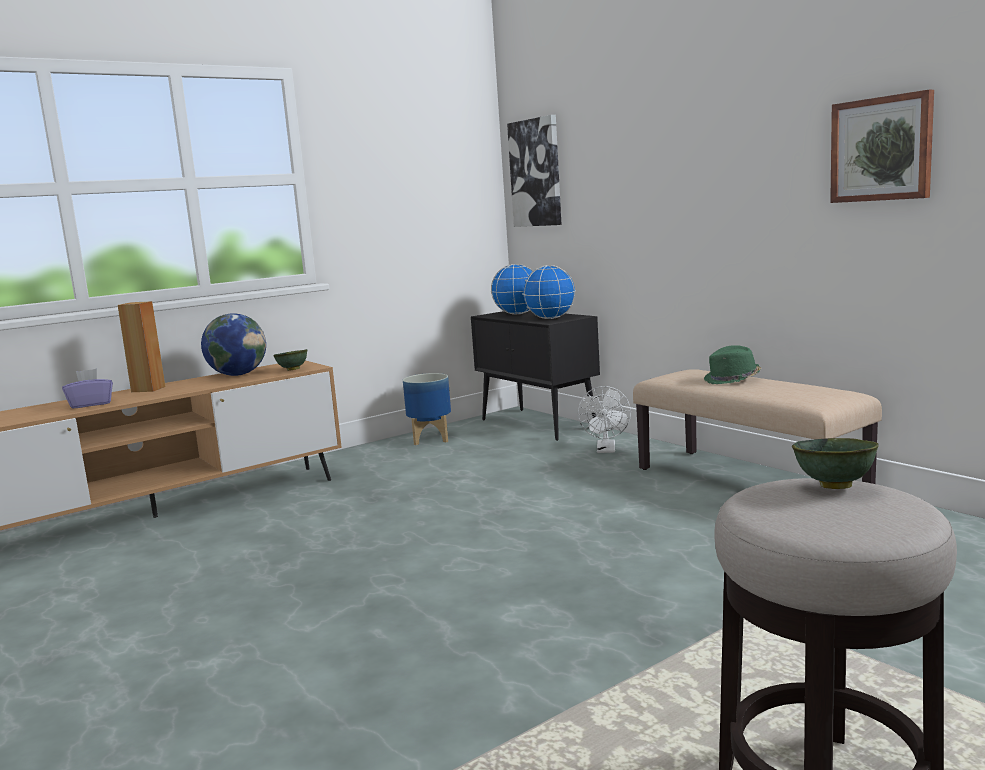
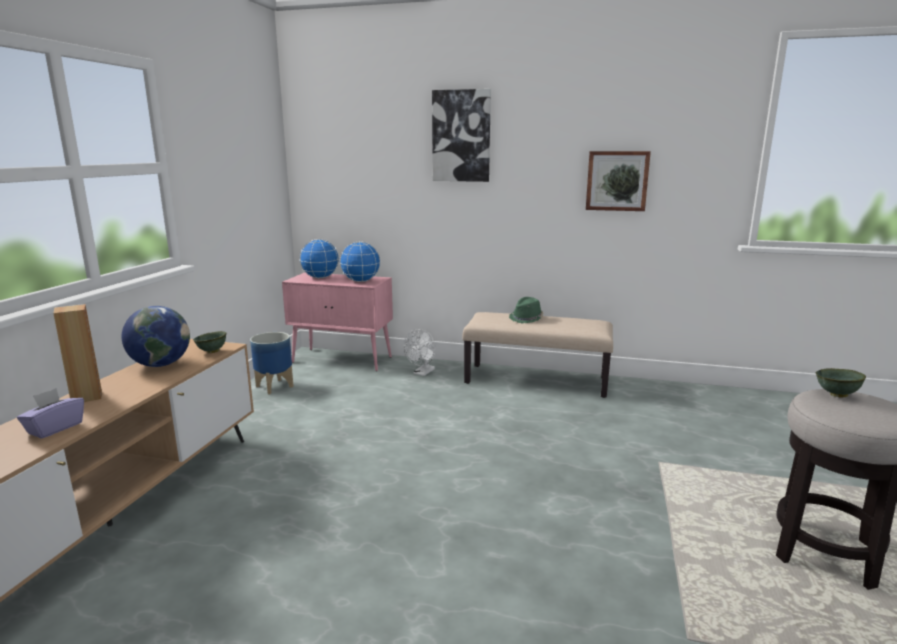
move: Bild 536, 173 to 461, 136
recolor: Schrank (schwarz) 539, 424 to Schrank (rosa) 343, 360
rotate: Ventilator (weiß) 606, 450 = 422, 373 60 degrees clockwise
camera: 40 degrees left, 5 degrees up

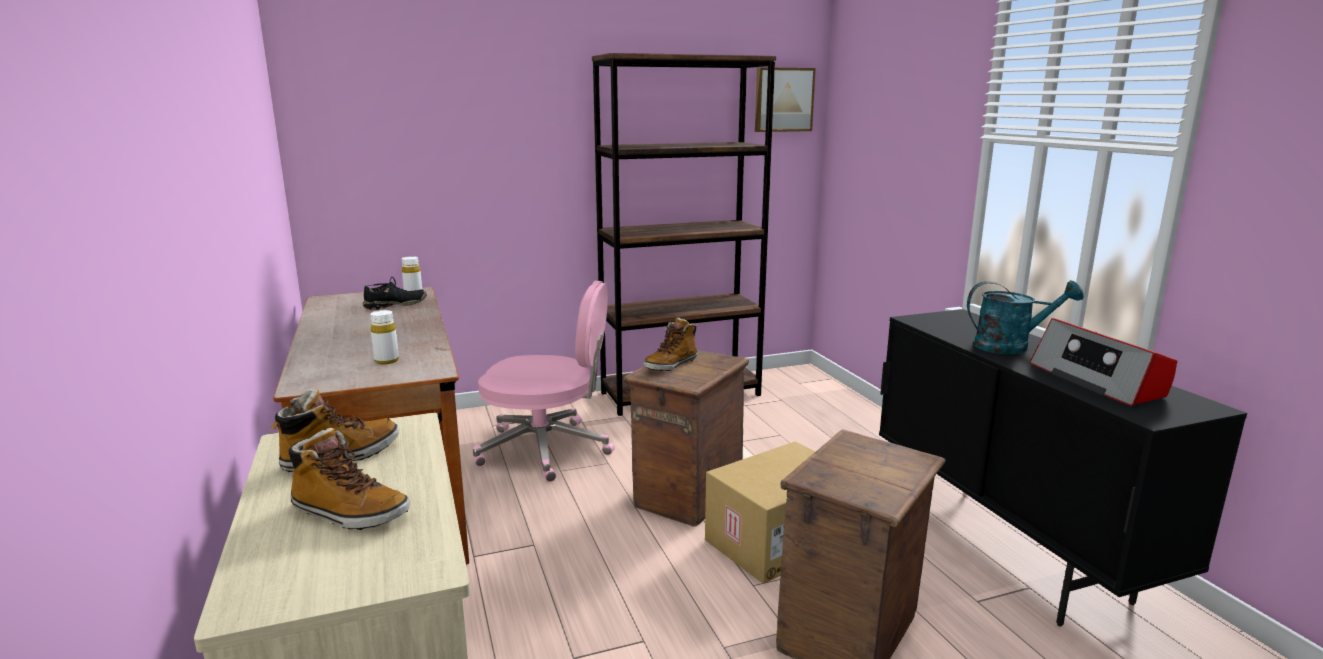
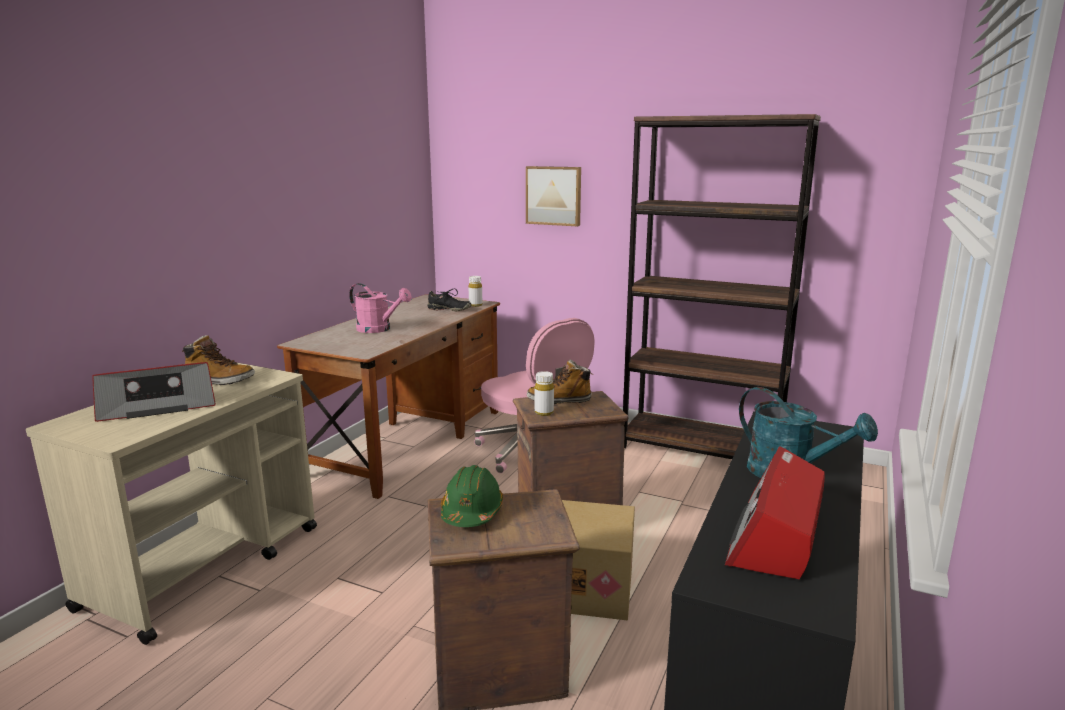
insert: Gießkanne (rosa) 379, 329; Schutzhelm (grün) 471, 512
move: Bild 783, 100 to 554, 195; Flasche (weiß) 386, 361 to 544, 412
replace: Stiefel 349, 514 to Radio 159, 406
camera: 45 degrees right, 0 degrees up

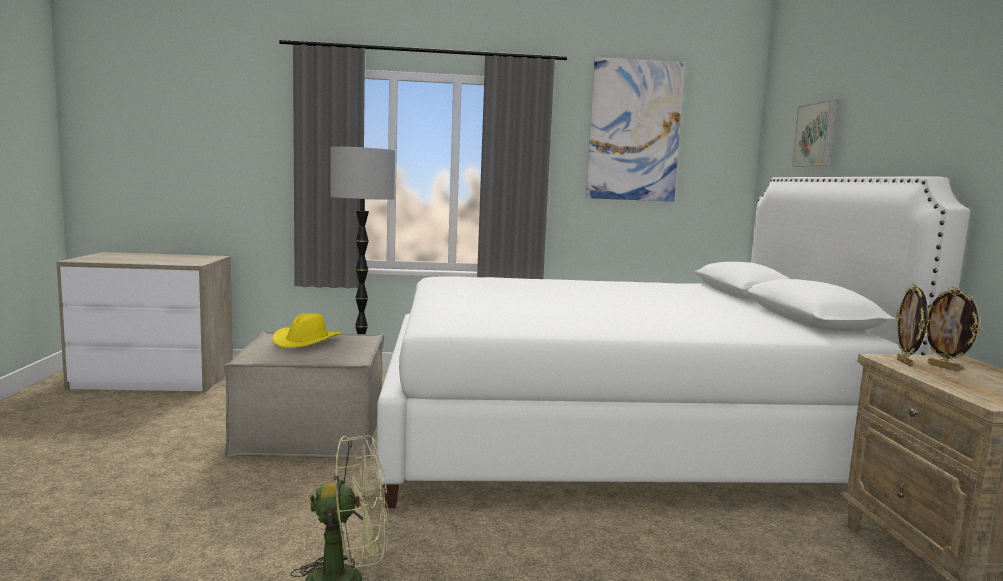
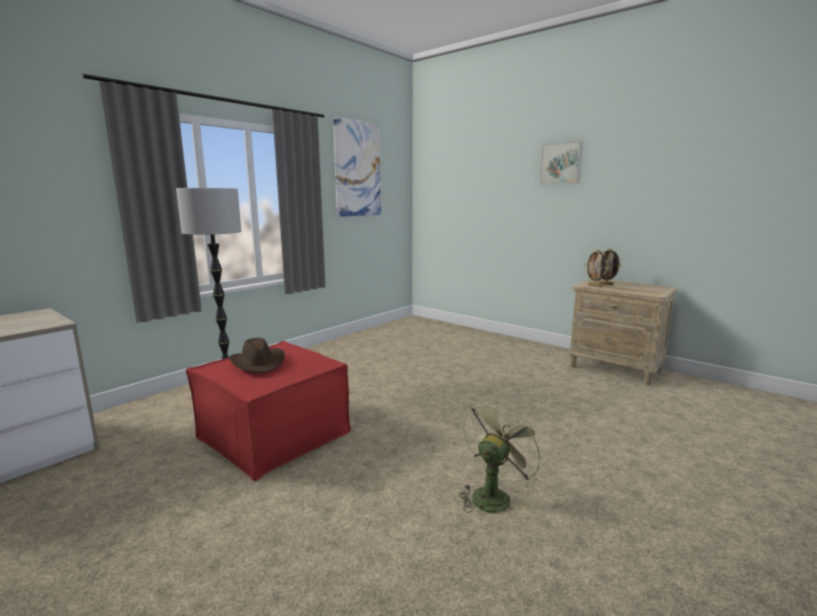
delete: Bett (weiß) 613, 436
move: Bild 817, 135 to 561, 163
recolor: Hut (gelb) 306, 341 to Hut (braun) 258, 363; Polsterhocker (beige) 312, 433 to Polsterhocker (rot) 274, 435
camera: 45 degrees left, 5 degrees up

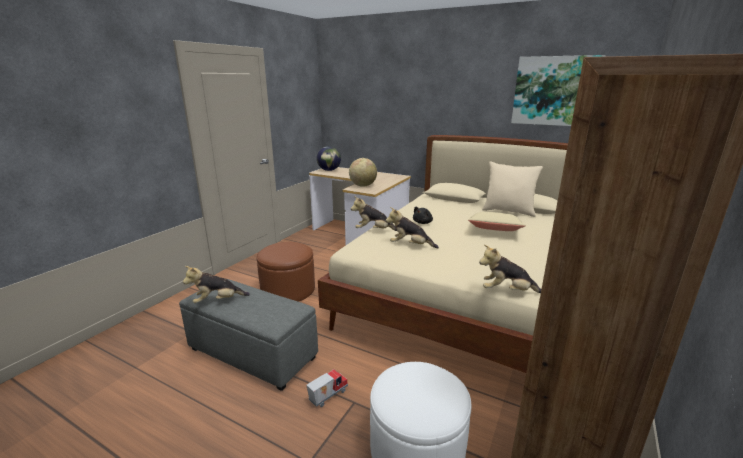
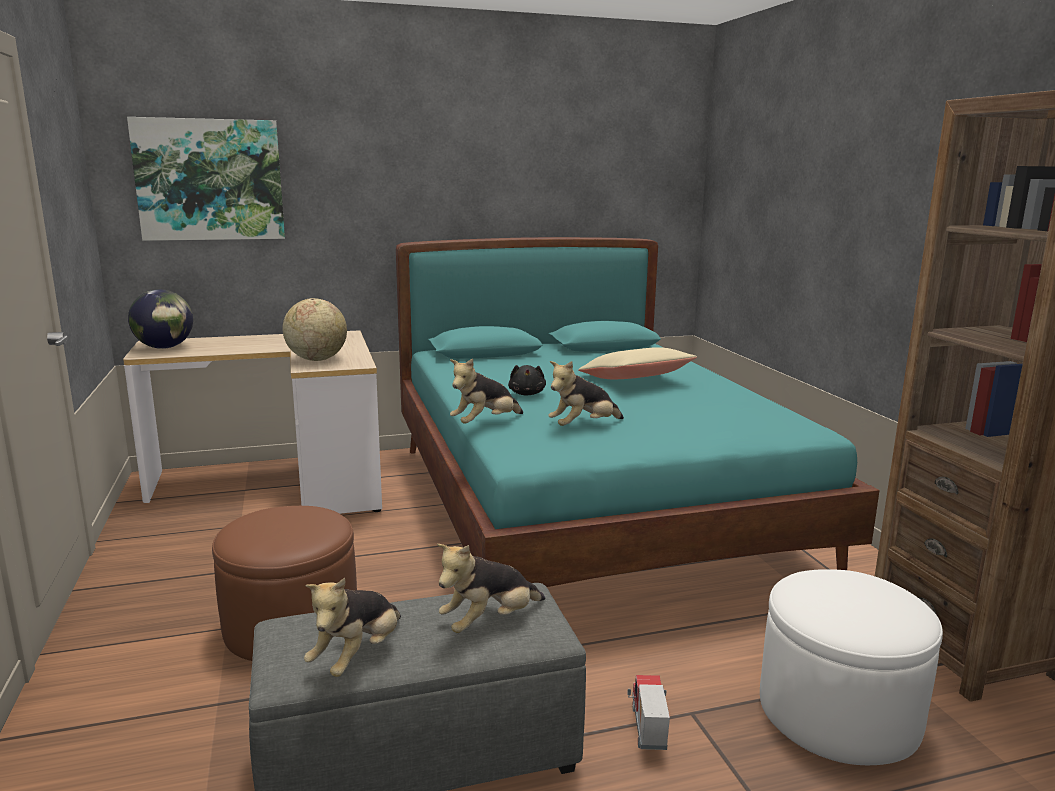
delete: Kissen (beige) 508, 211
move: Bild 555, 91 to 210, 180; Plüschtier 506, 291 to 489, 622
recolor: Bett (beige) 463, 295 to Bett (türkis) 588, 509
camera: 45 degrees left, 5 degrees down

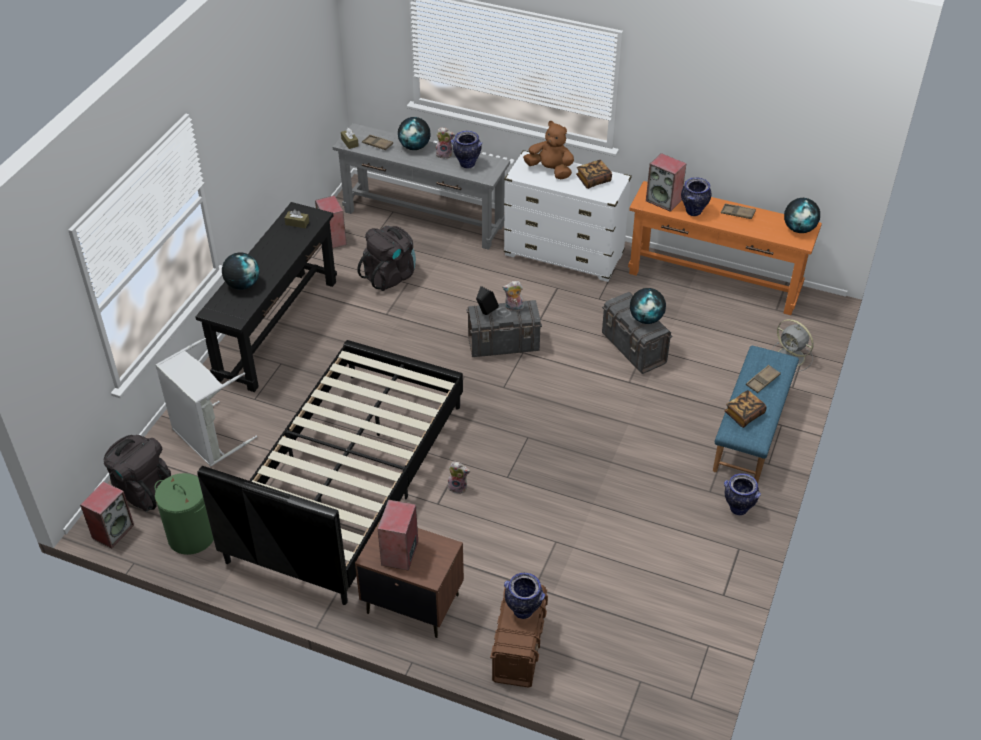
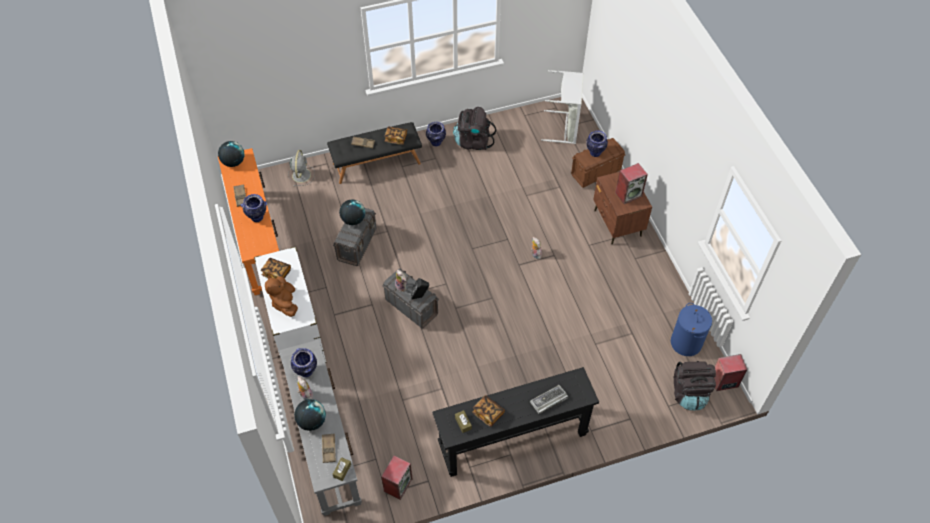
delete: Lautsprecher 664, 200; Bett (schwarz) 348, 480
insert: Buch 488, 413
move: Rucksack (schwarz) 390, 276 to 473, 141; Wäschekorb (grau) 207, 438 to 565, 128
replace: Globus 243, 285 to Tastatur 548, 401
recolor: Bank (blau) 752, 431 to Bank (schwarz) 376, 163; Wäschekorb (grün) 191, 536 to Wäschekorb (blau) 686, 343
camera: 130 degrees left, 10 degrees up

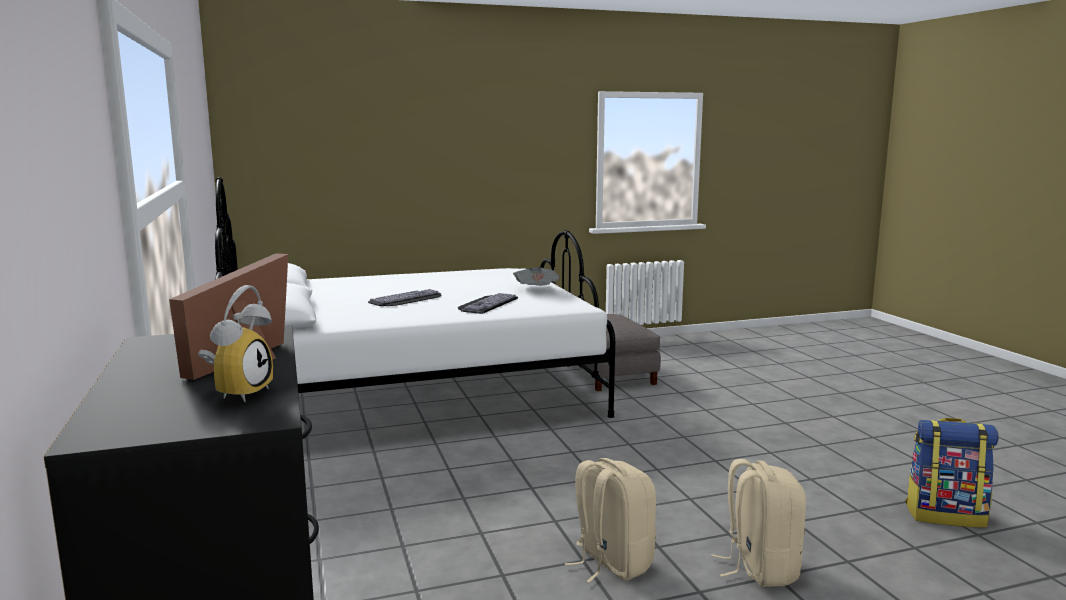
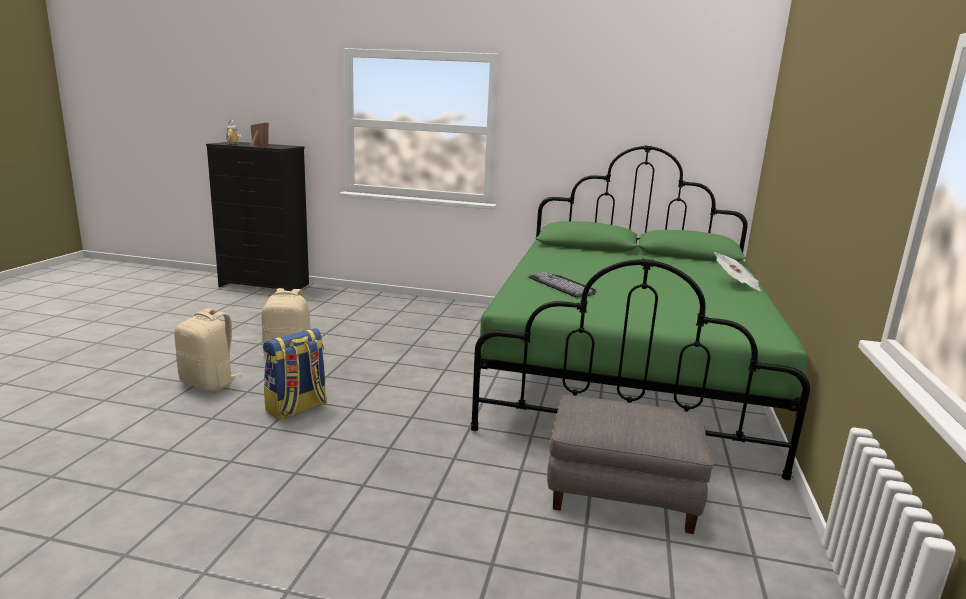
delete: Tastatur 407, 299
move: Zeitung 537, 290 to 736, 284; Rucksack 945, 515 to 297, 408
recolor: Bett (weiß) 412, 395 to Bett (grün) 625, 373
camera: 120 degrees right, 5 degrees up

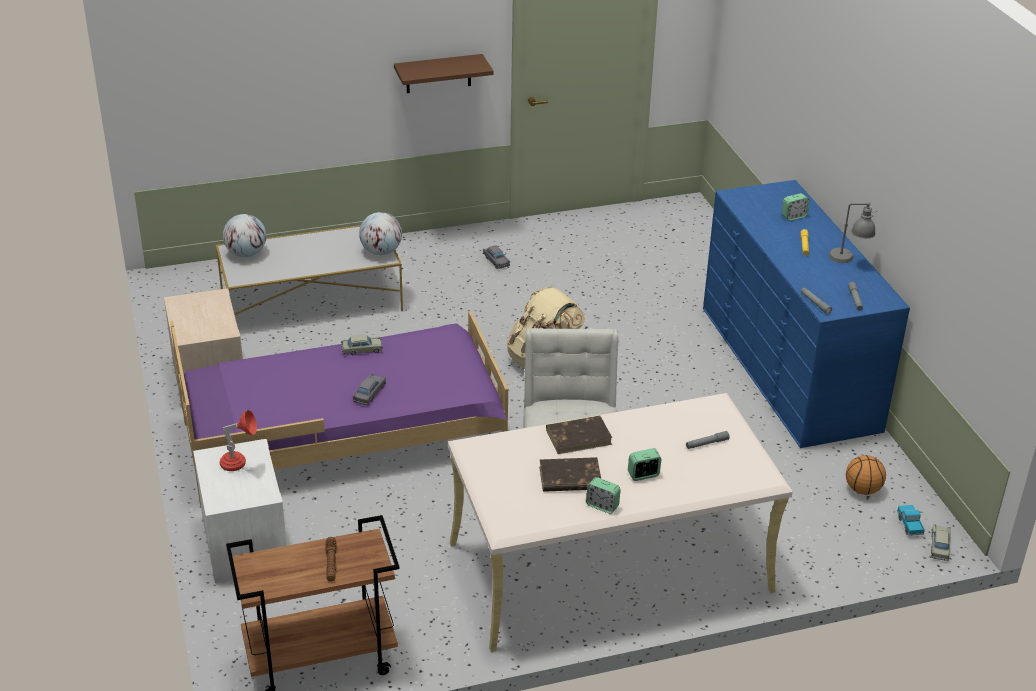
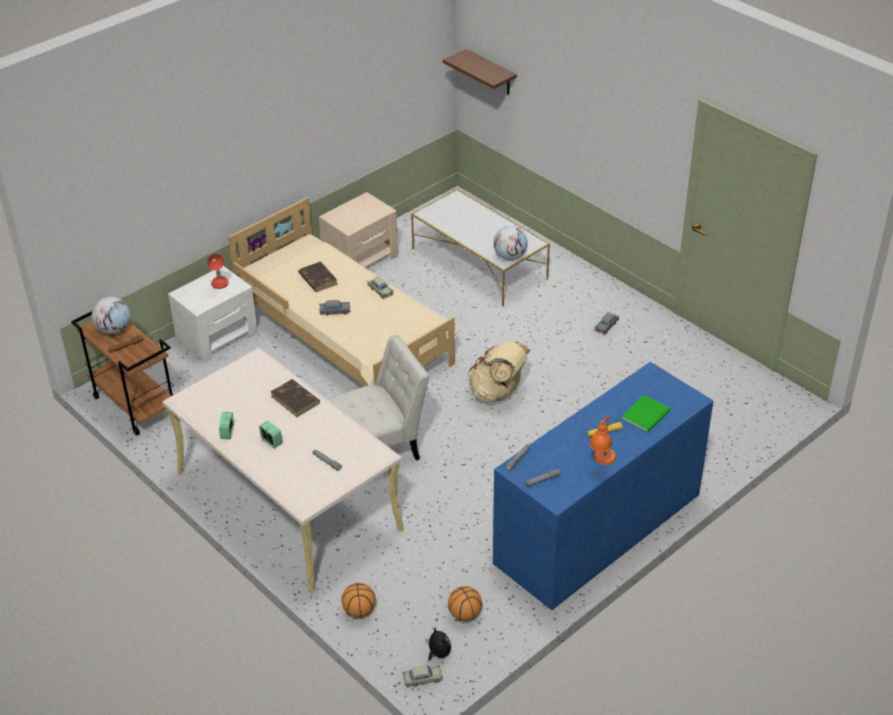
insert: Basketball 359, 611
move: Wandregal (braun) 438, 73 to 490, 73; Globus 246, 254 to 114, 330; Buch (braun) 569, 478 to 317, 279
replace: Wecker 794, 216 to Buch (grün) 647, 414; Spielzeuglaster 909, 525 to Plüschtier 438, 654
recolor: Tischlampe (grau) 849, 261 to Tischlampe (orange) 602, 463; Bett (lila) 345, 435 to Bett (beige) 345, 334
camera: 65 degrees right, 5 degrees up

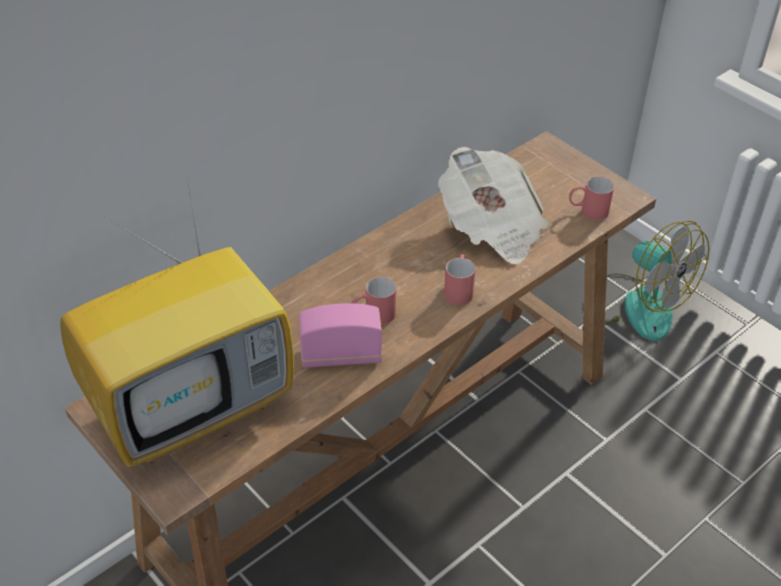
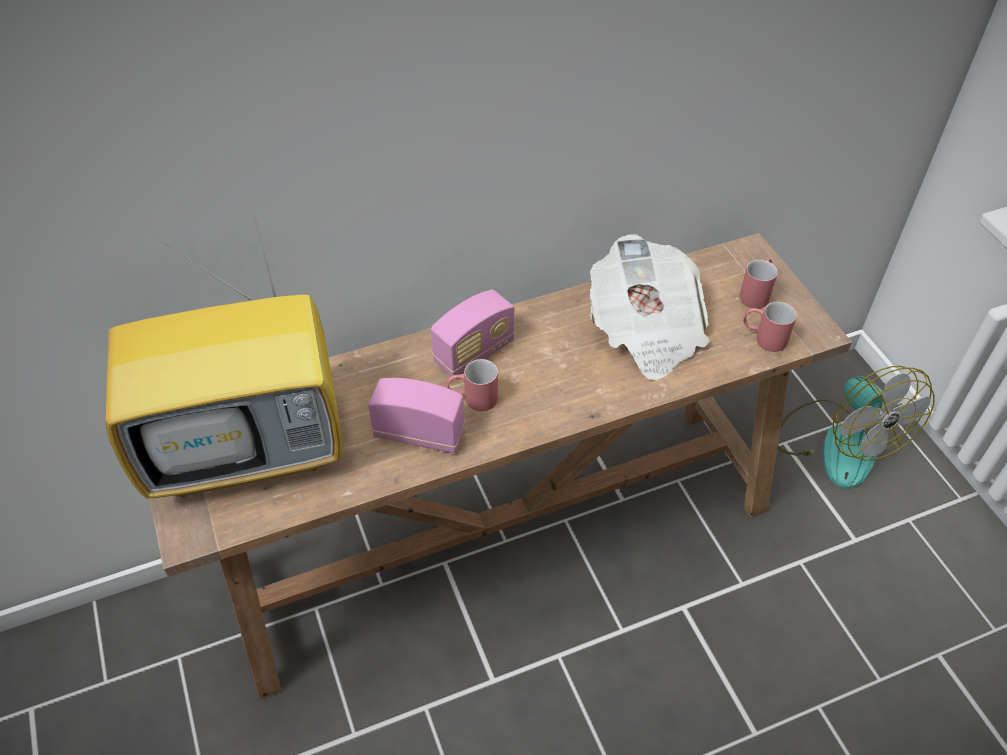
insert: Radio 474, 353
move: Henkelbecher (rot) 459, 289 to 756, 292
camera: 20 degrees right, 5 degrees up

